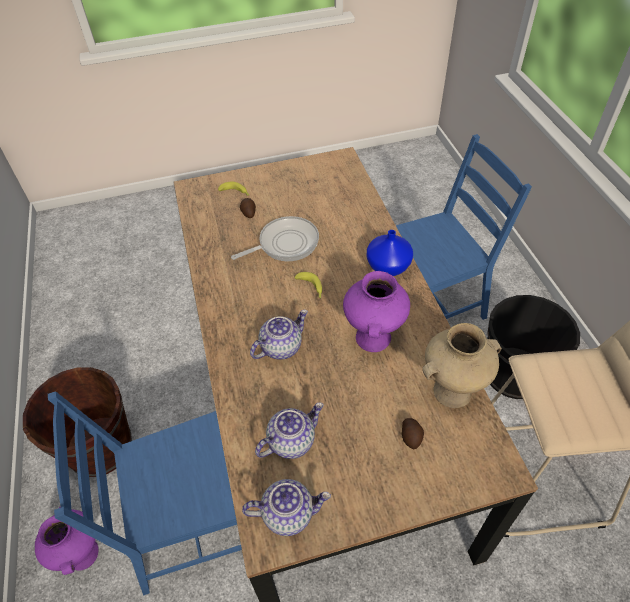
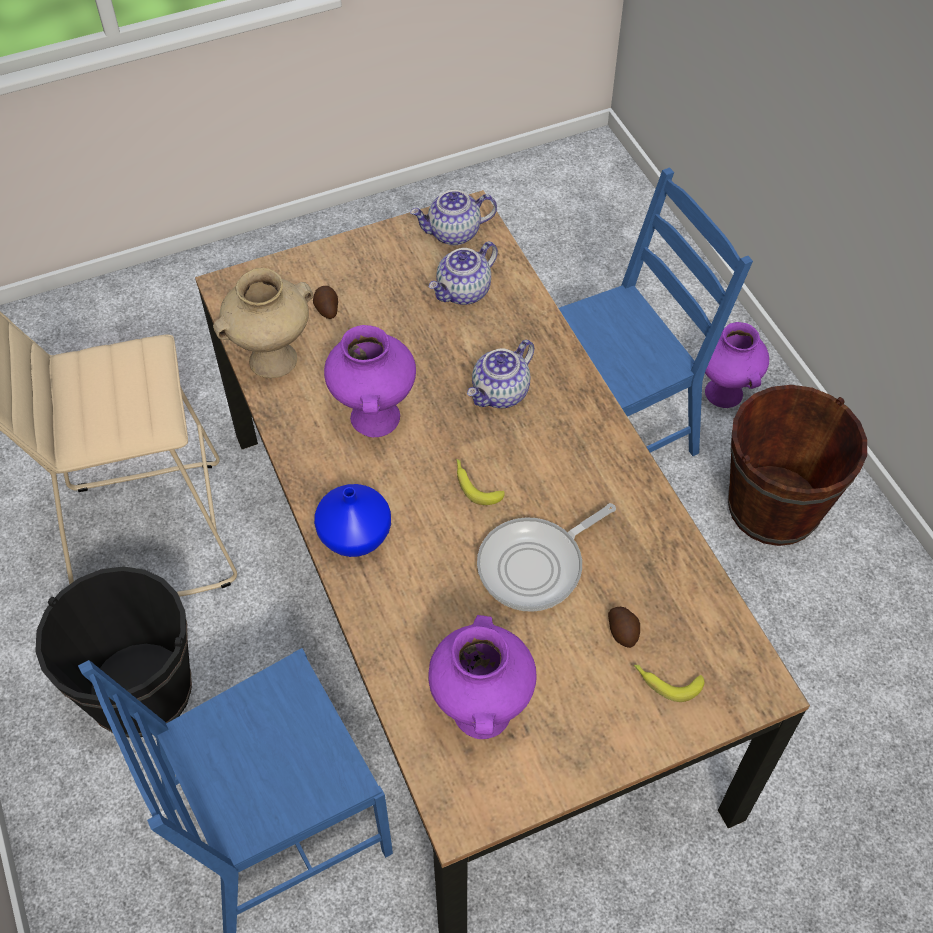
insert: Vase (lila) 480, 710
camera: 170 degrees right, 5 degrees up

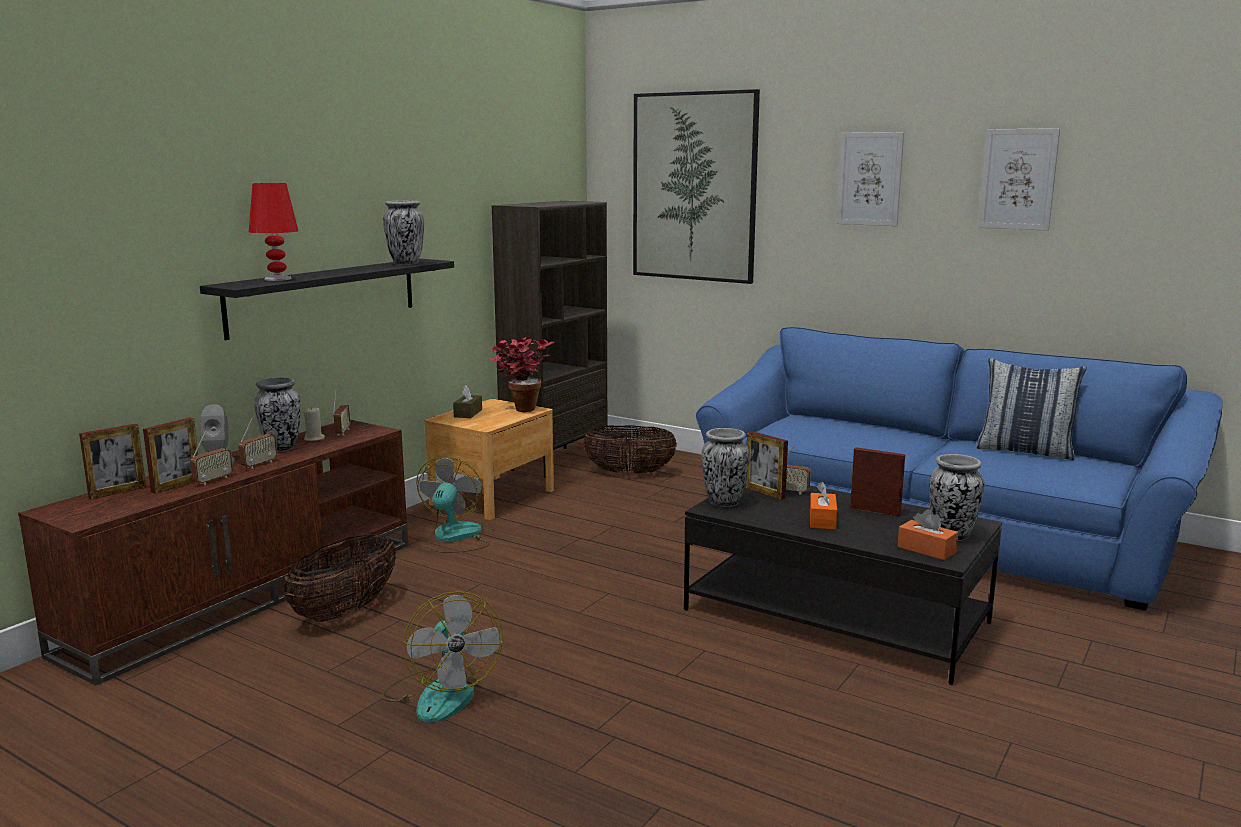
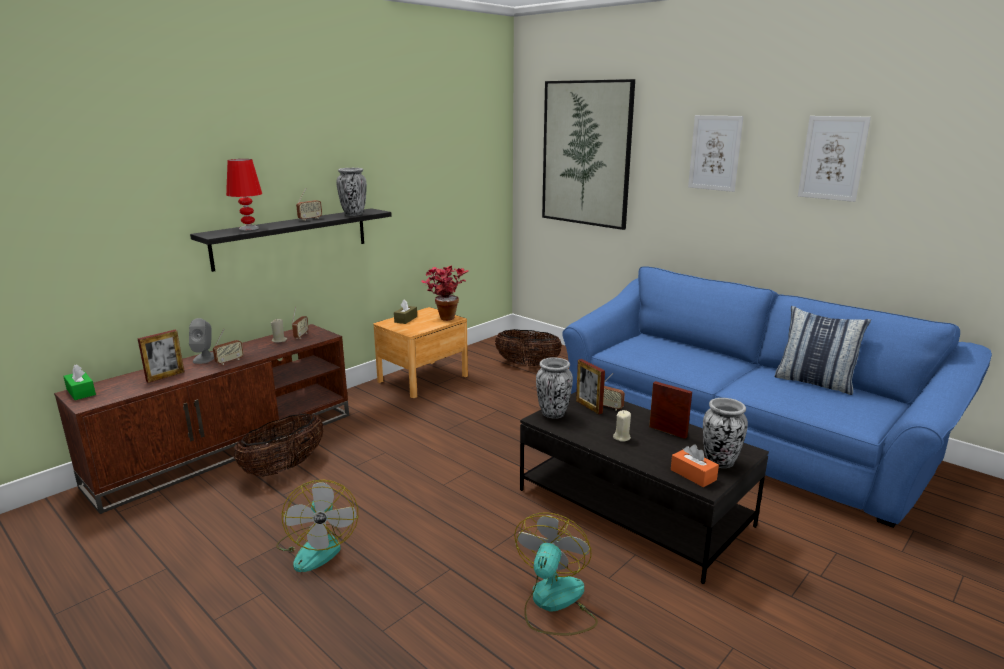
delete: Bücherregal (braun) 555, 461; Vase 281, 448; Bilderrahmen 117, 492
insert: Taschentuchbox (grün) 81, 392
move: Radio 213, 480 to 310, 219; Ventilator 453, 538 to 554, 603
replace: Taschentuchbox (orange) 822, 520 to Kerze (beige) 622, 437
camera: 10 degrees right, 5 degrees up

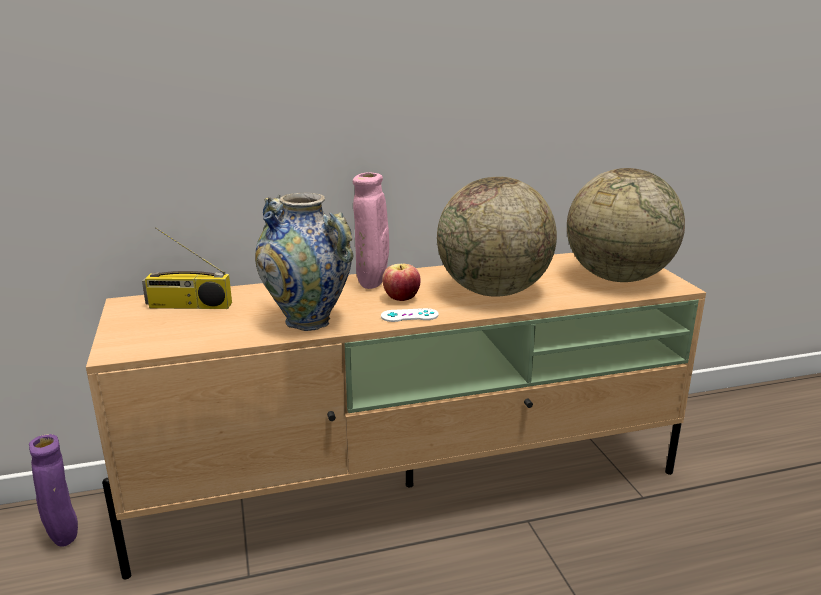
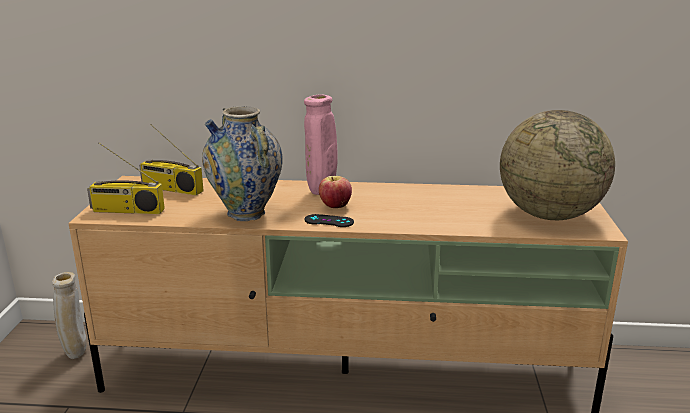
delete: Globus 493, 291
insert: Radio 127, 211
recolor: Gamepad (weiß) 409, 315 to Gamepad (schwarz) 329, 221; Vase (lila) 64, 538 to Vase (beige) 75, 353
camera: 20 degrees right, 0 degrees up

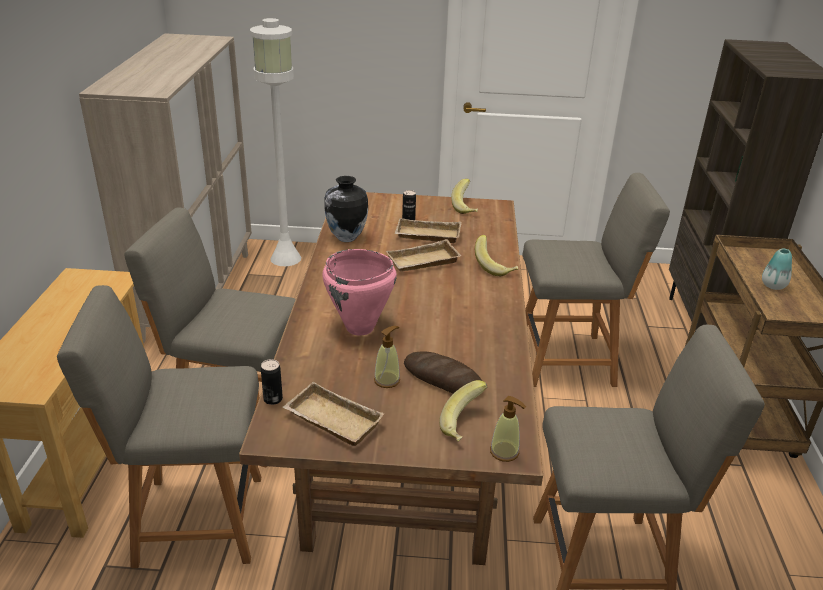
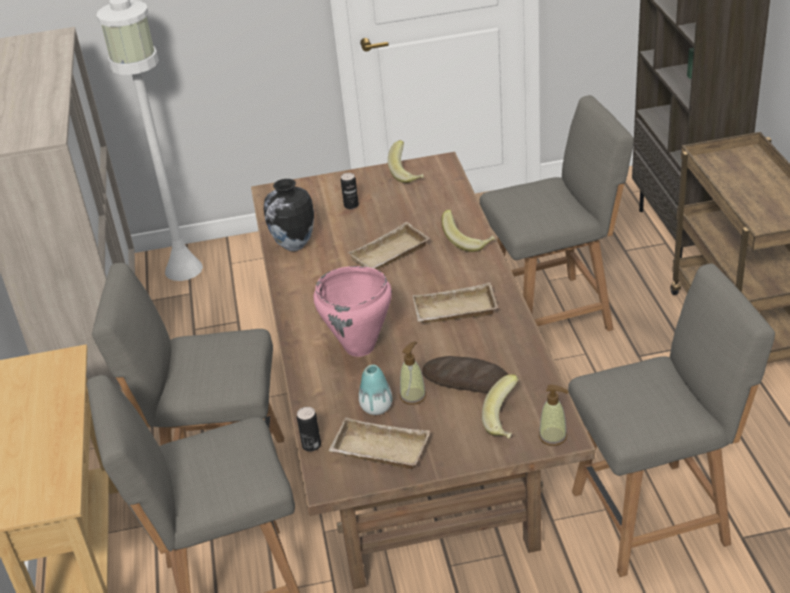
move: Tablett (beige) 427, 236 to 454, 311; Vase 773, 285 to 376, 407
camera: 10 degrees left, 5 degrees up

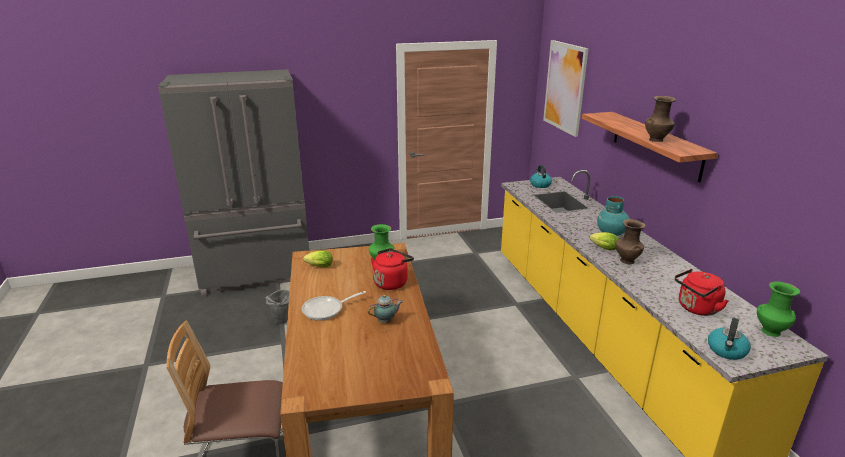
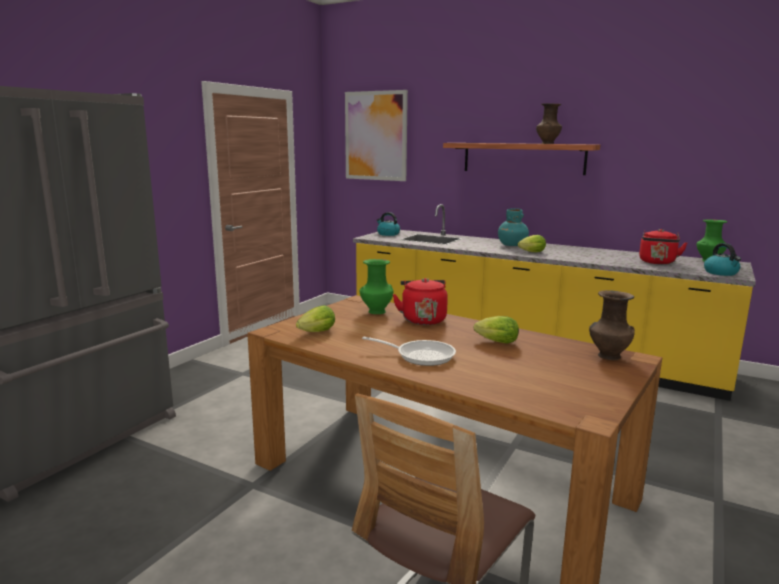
delete: Eimer (grau) 283, 321
move: Vase (braun) 626, 260 to 608, 356
replace: Teekanne 386, 321 to Salatkopf 494, 342
rotate: Pfanne 326, 310 = 420, 356 90 degrees counterclockwise
camera: 45 degrees left, 10 degrees down

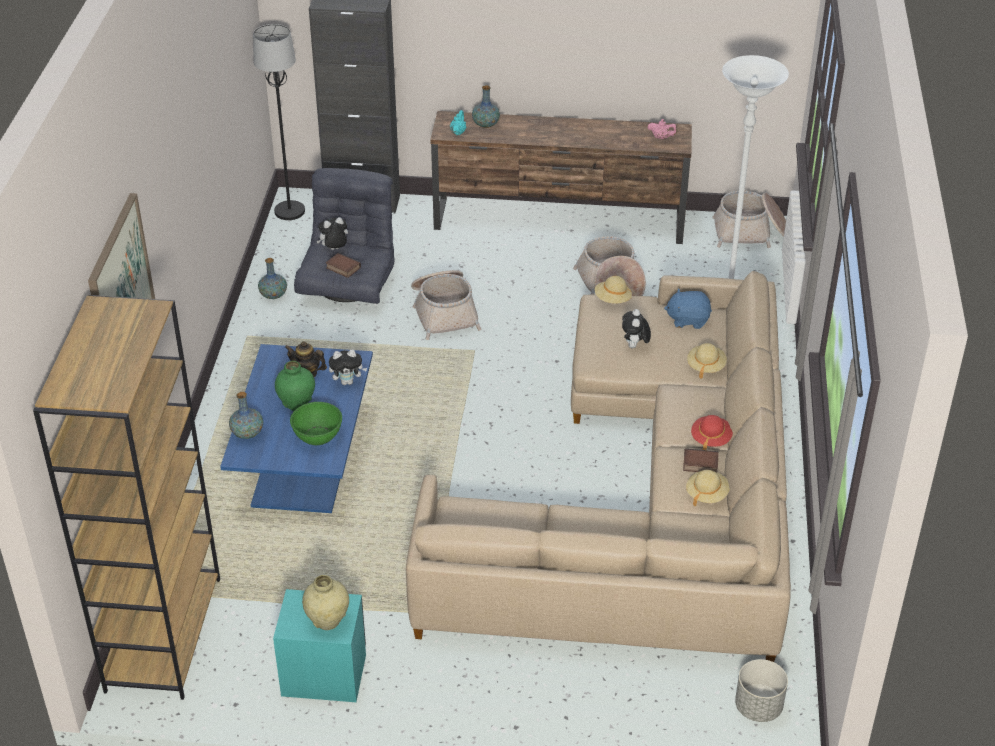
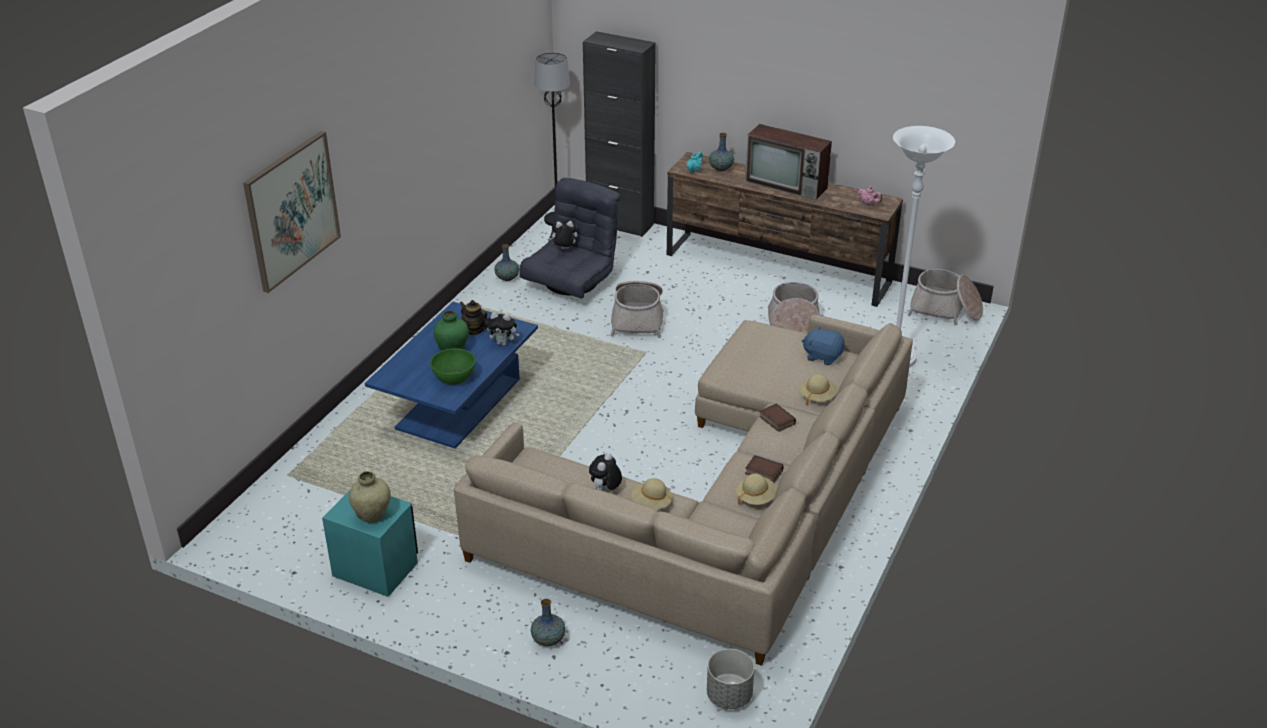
delete: Bücherregal (braun) 163, 633; Hut (rot) 711, 439
insert: Fernseher 787, 184
move: Buch 342, 268 to 776, 420; Hut (beige) 612, 299 to 651, 503; Plüschtier 634, 346 to 605, 491; Vase 247, 433 to 548, 639
camera: 20 degrees right, 5 degrees down

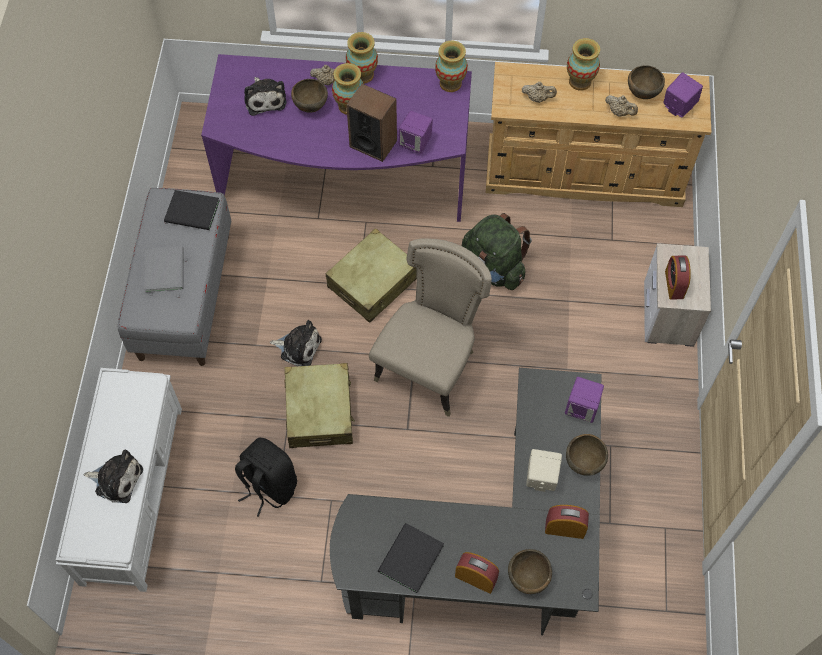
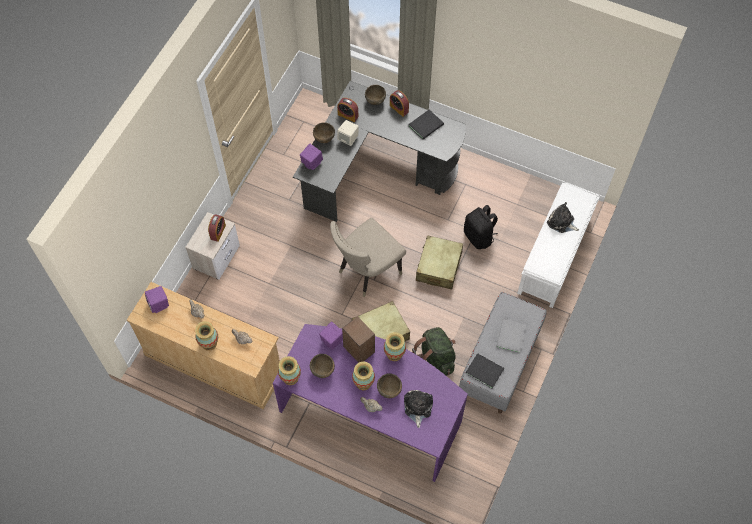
delete: Plüschtier 298, 347
move: Vase 362, 75 to 394, 354; Schüssel (braun) 642, 94 to 323, 371; Rucksack (grün) 494, 268 to 435, 358
camera: 160 degrees left, 0 degrees up

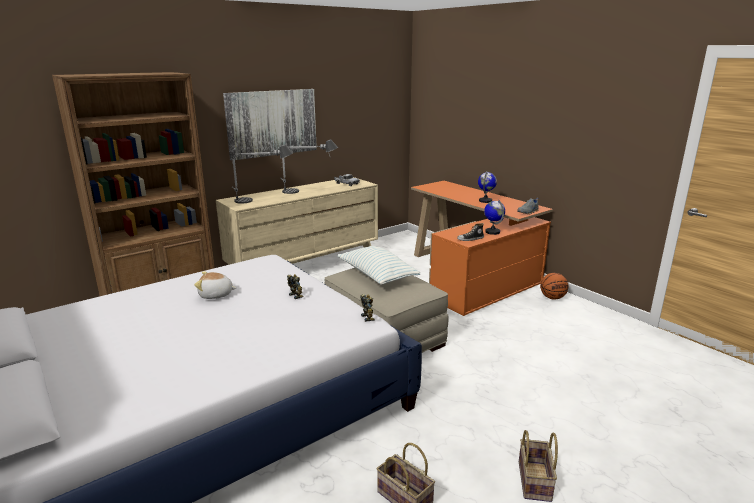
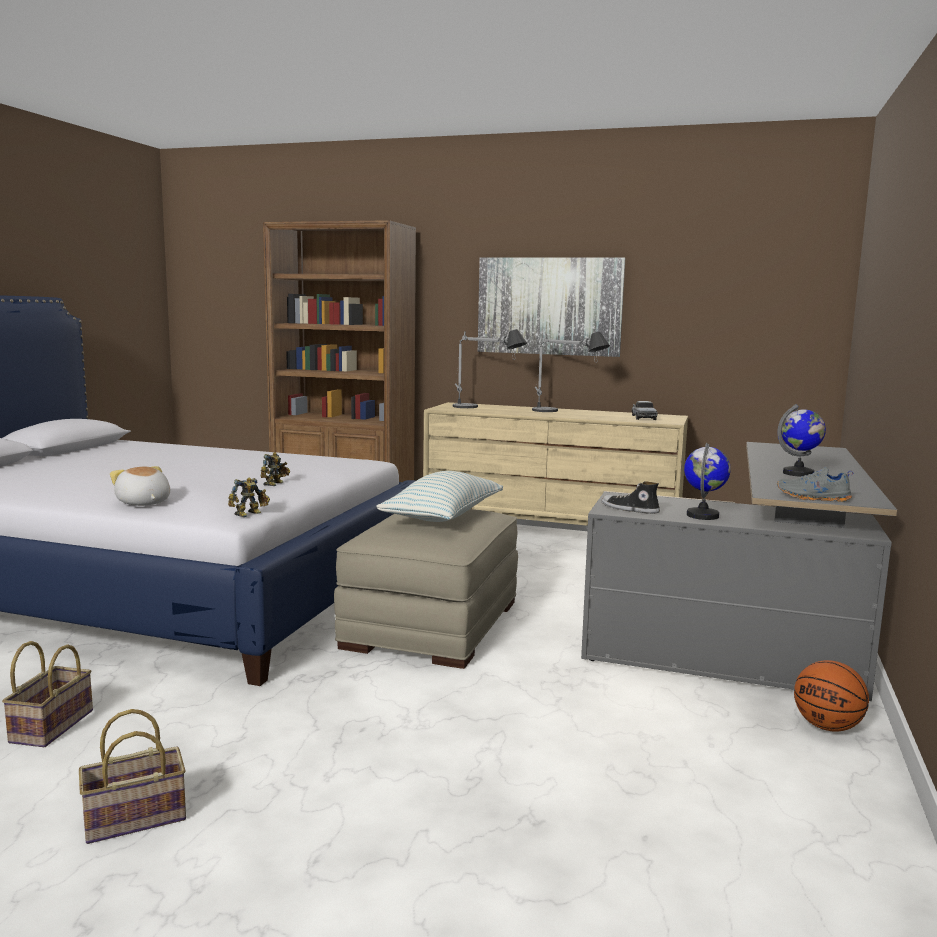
move: Plüschtier 216, 295 to 143, 503
recolor: Schreibtisch (orange) 471, 276 to Schreibtisch (grau) 755, 635
camera: 55 degrees right, 10 degrees down

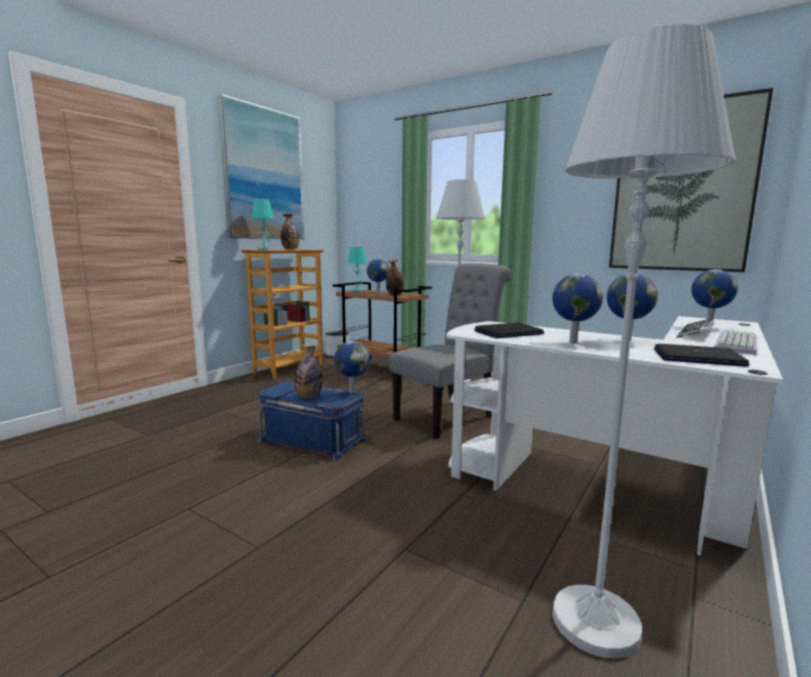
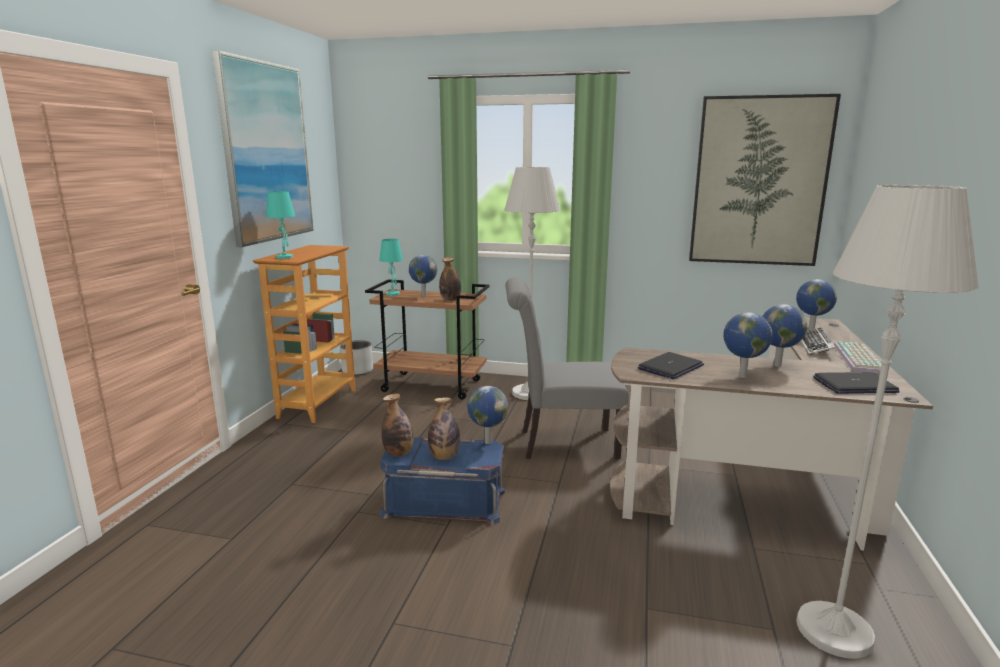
move: Flasche 290, 249 to 398, 453
recolor: Schreibtisch (weiß) 624, 478 to Schreibtisch (braun) 763, 486
rotate: Stuhl (grau) 449, 416 = 561, 443 120 degrees counterclockwise
camera: 20 degrees left, 5 degrees up

